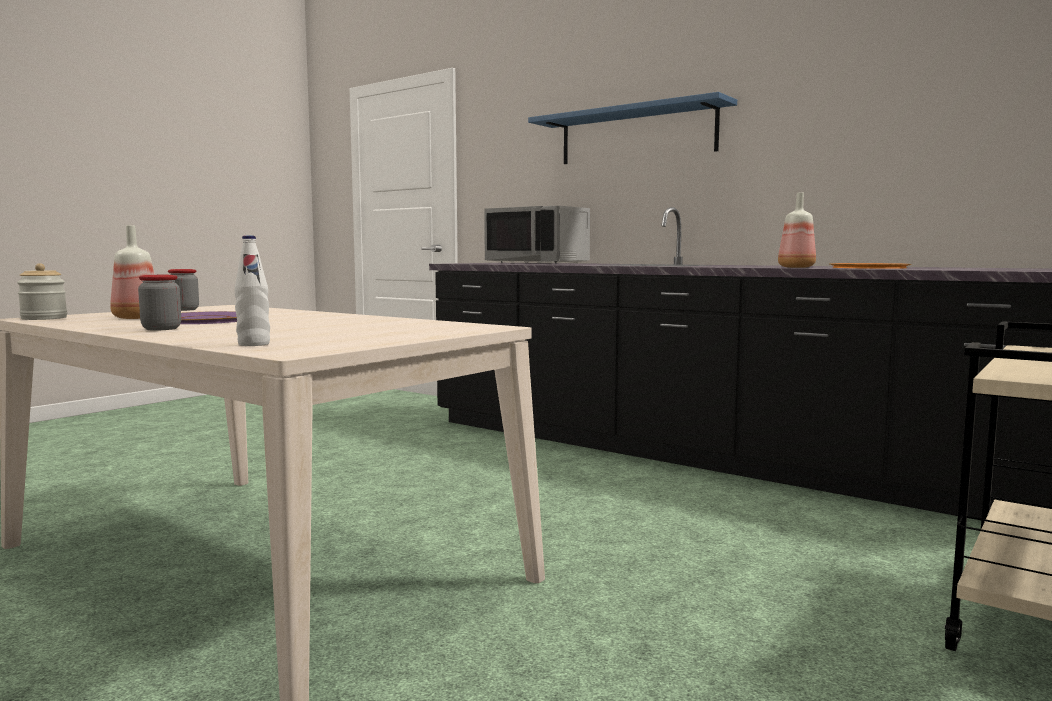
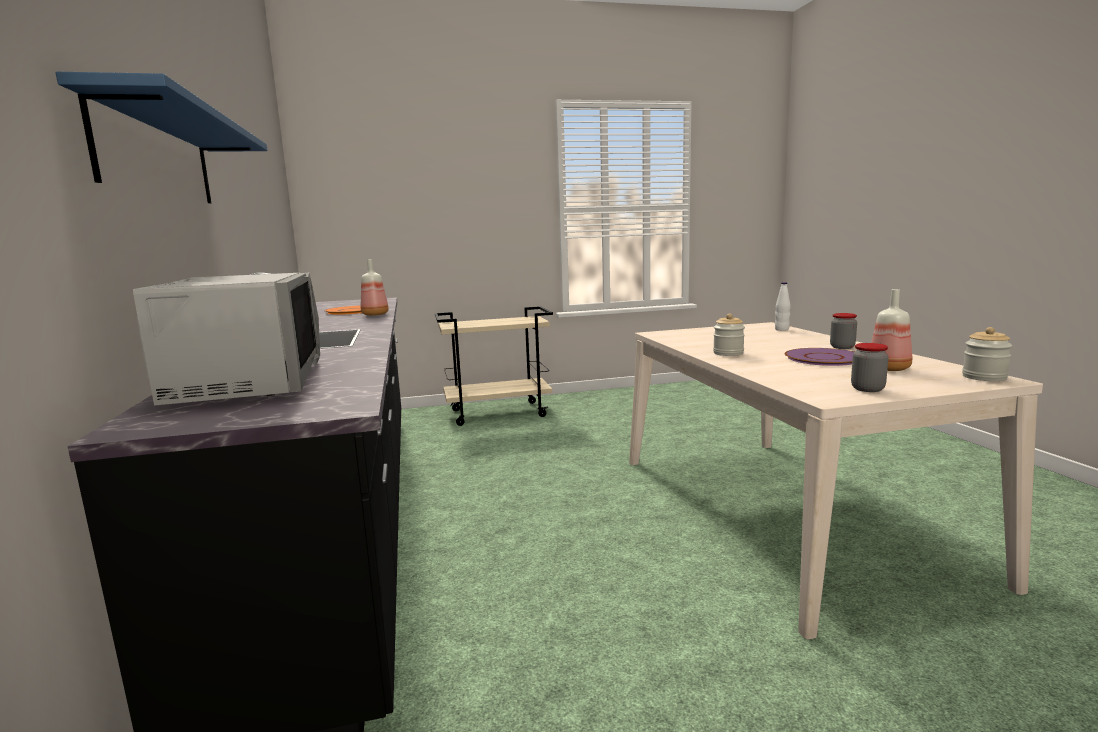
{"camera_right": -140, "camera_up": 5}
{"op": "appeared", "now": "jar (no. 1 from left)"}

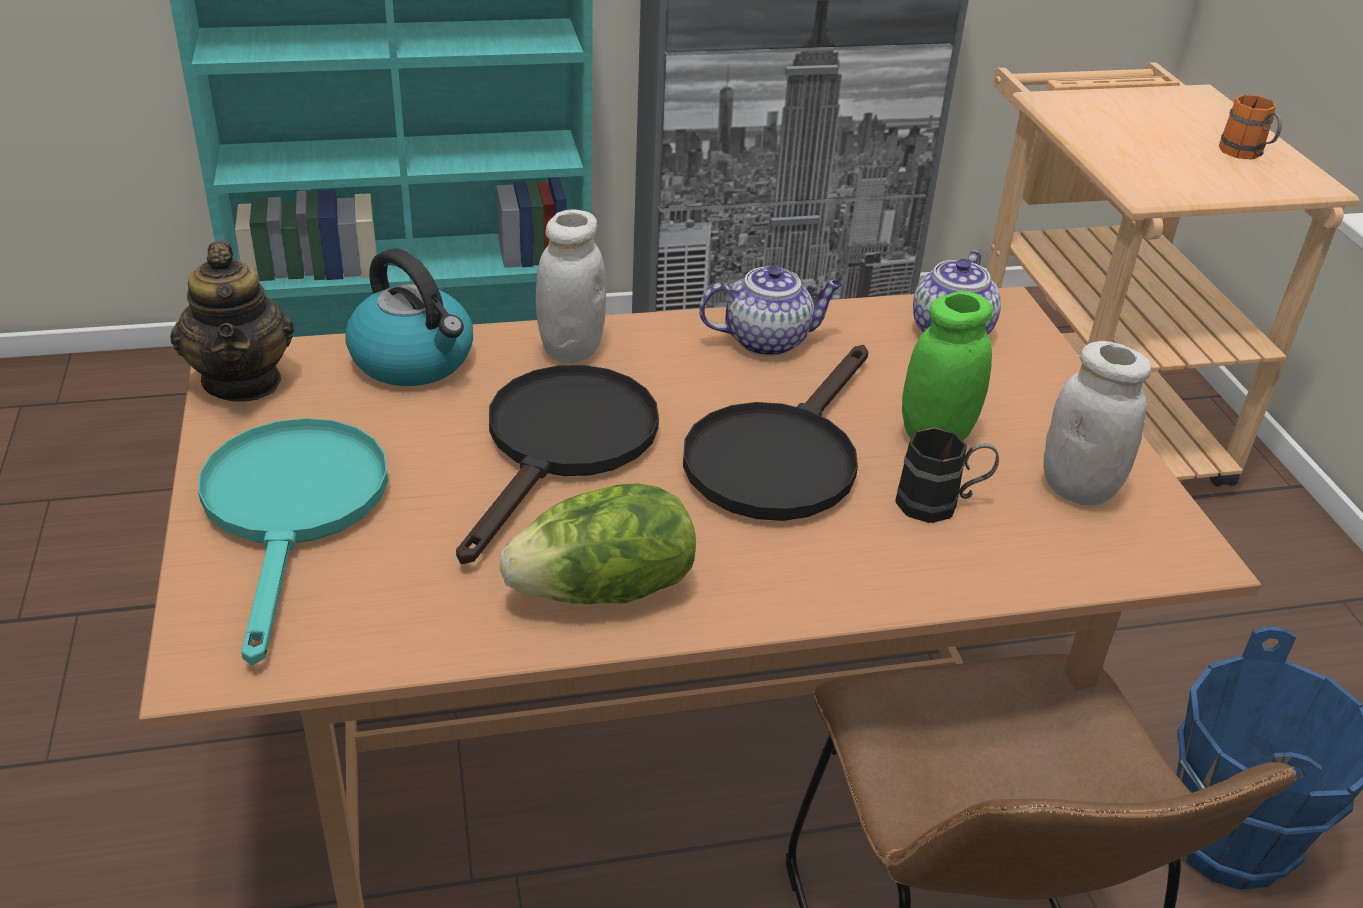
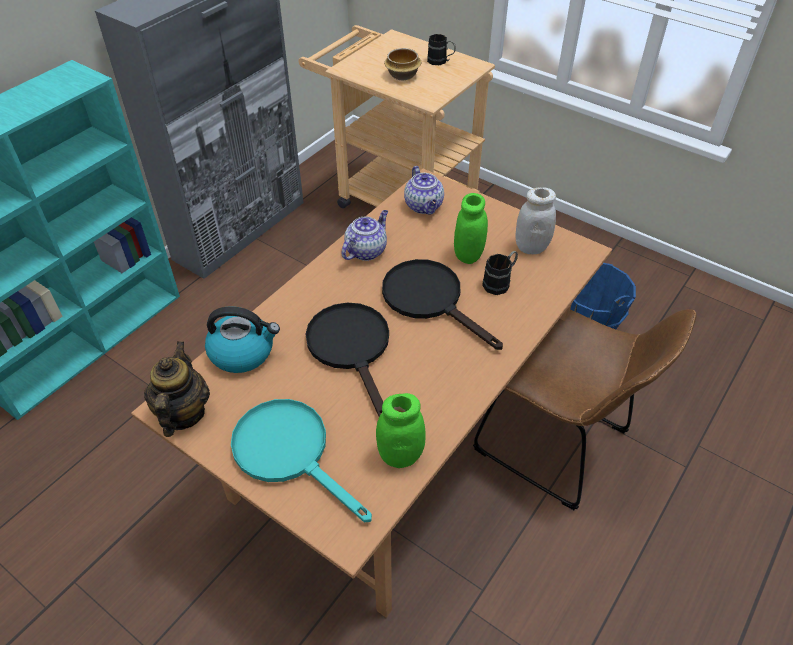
{"camera_right": -40, "camera_up": 10}
{"op": "missing", "was": "lettuce"}
{"op": "missing", "was": "jar/white-coloured (no. 1 from left)"}
{"op": "appeared", "now": "jar/greenish (no. 1 from left)"}
{"op": "appeared", "now": "bowl"}
{"op": "colour", "was": "tea mug/orangey", "now": "tea mug/black-coloured (no. 1 from left)"}
{"op": "spun", "was": "pot for tea (no. 1 from left)", "clockwise": -120}
{"op": "spun", "was": "pan/black-coloured (no. 2 from left)", "clockwise": 150}

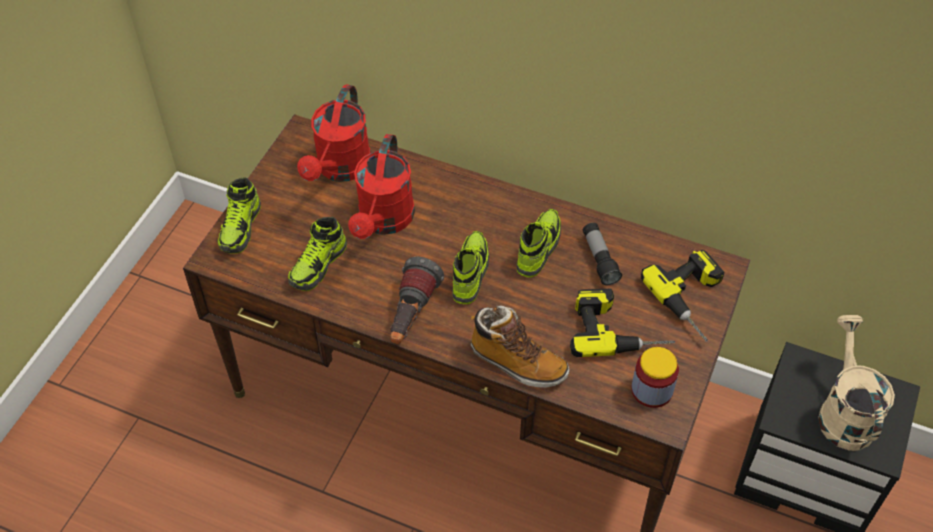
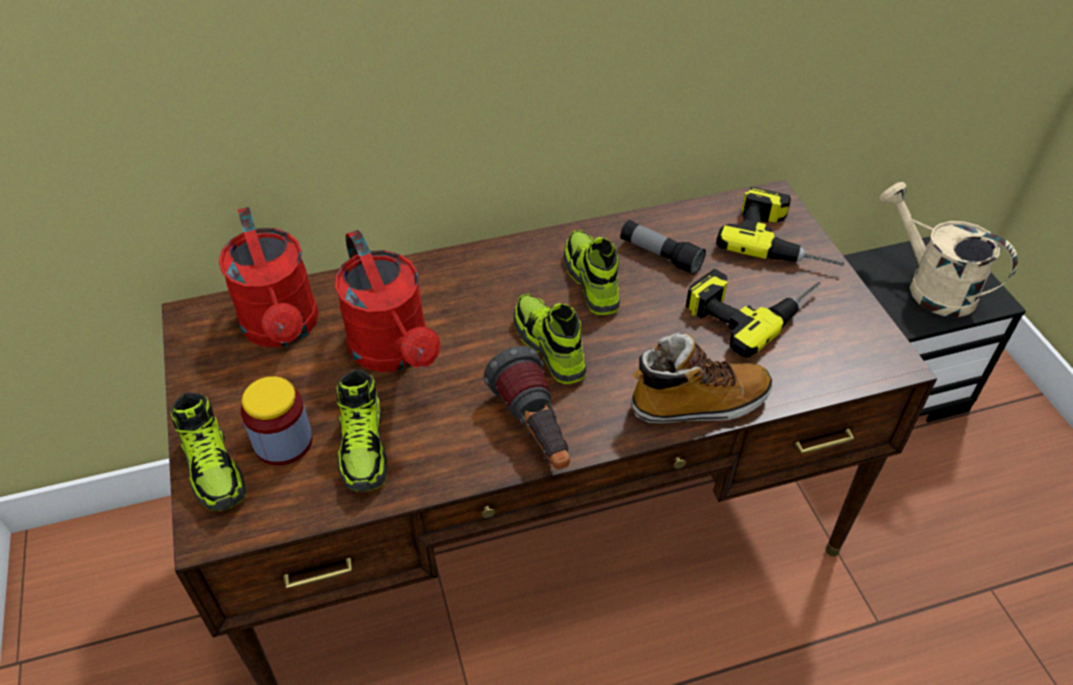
{"camera_right": -40, "camera_up": -5}
{"op": "relocated", "was": "jar"}

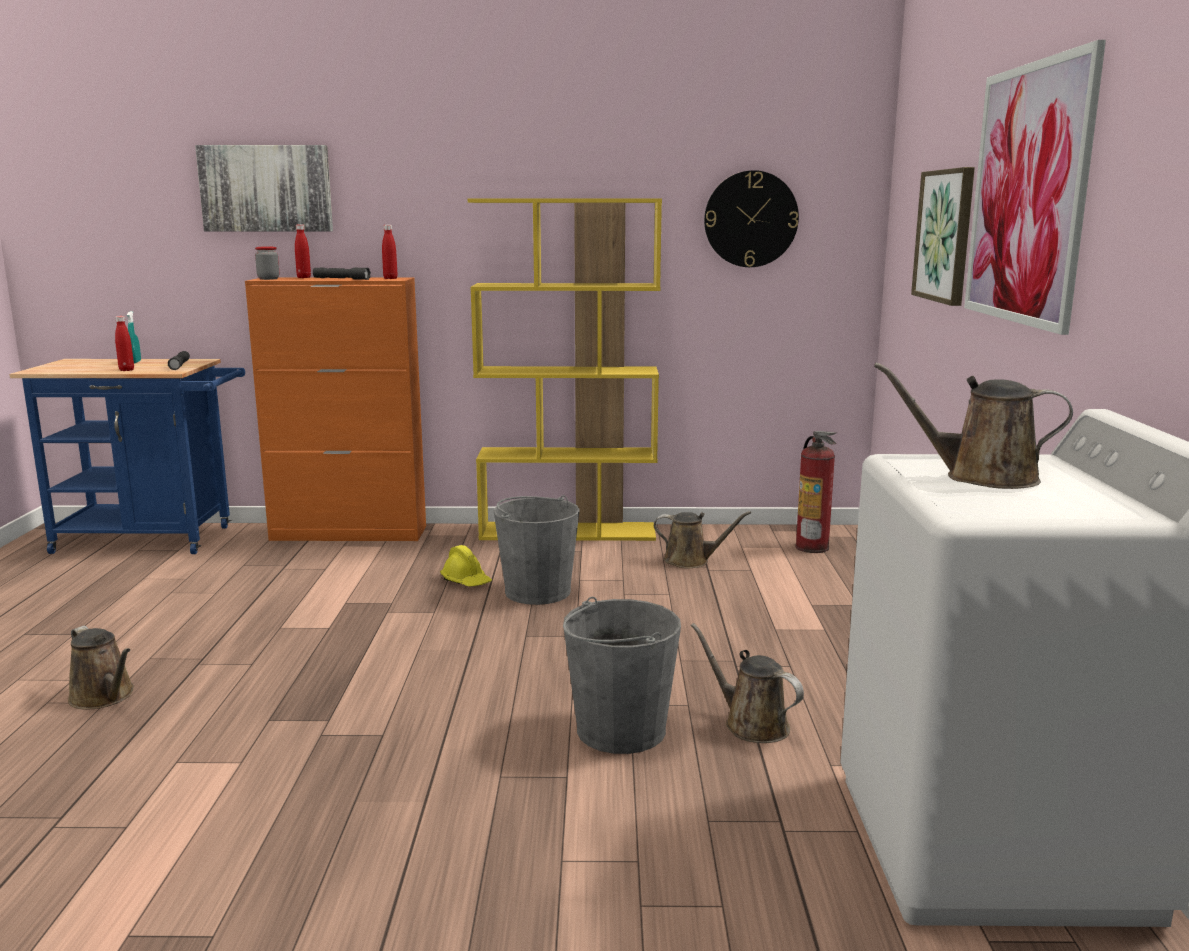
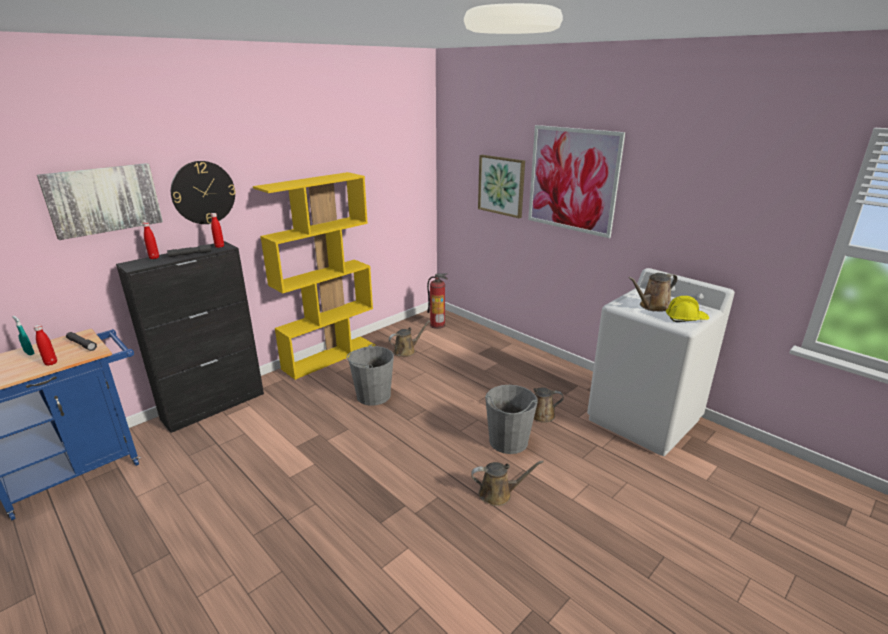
{"camera_right": -45, "camera_up": 10}
{"op": "missing", "was": "jar"}
{"op": "relocated", "was": "watering can/brownish (no. 1 from left in the first image)", "now": "watering can/brownish (no. 2 from left)"}
{"op": "relocated", "was": "work helmet/yellow-coloured"}
{"op": "relocated", "was": "wall clock"}
{"op": "colour", "was": "cupboard/orangey", "now": "cupboard/black-coloured"}

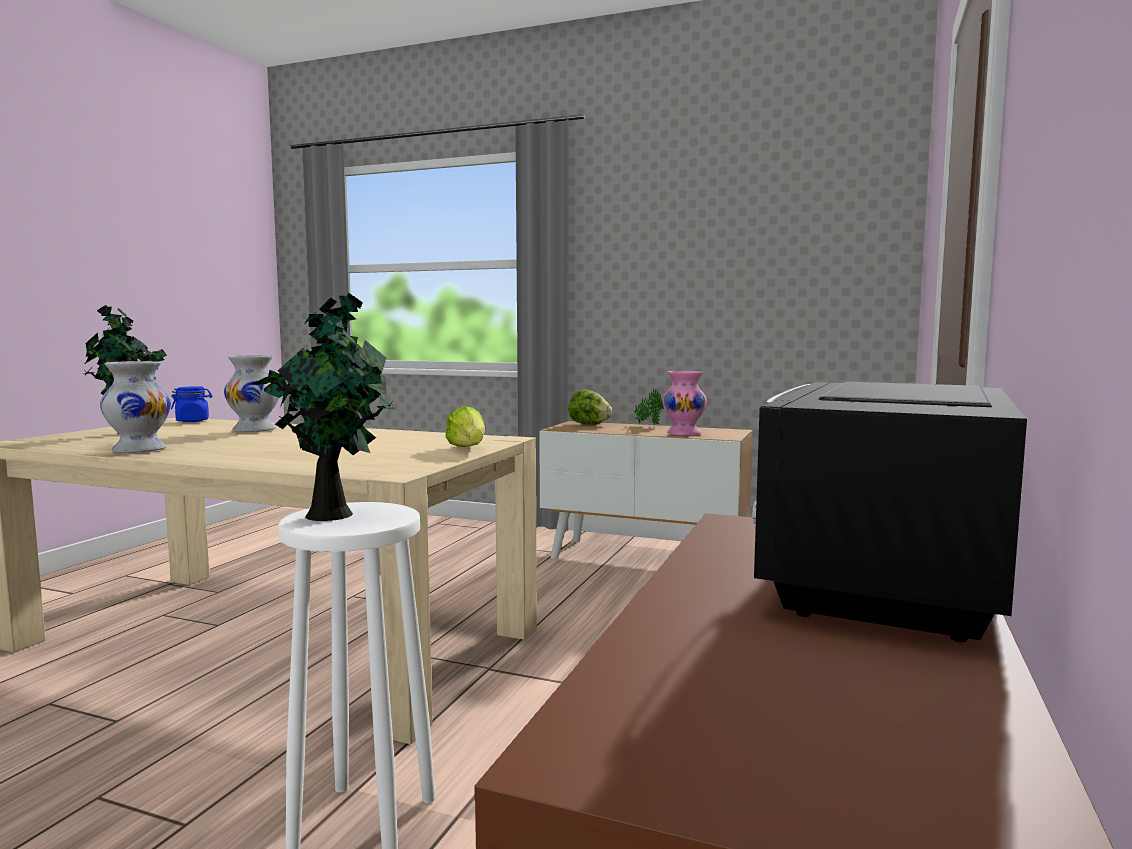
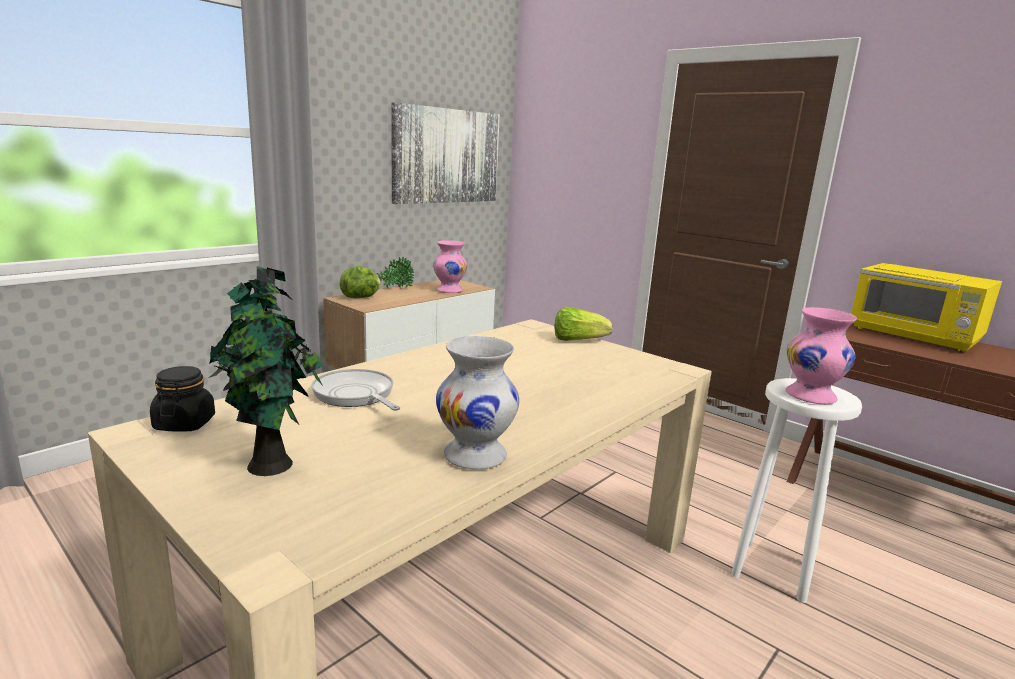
{"camera_right": -70, "camera_up": 10}
{"op": "appeared", "now": "wall art"}
{"op": "exchanged", "was": "flower vase/white-coloured (no. 2 from left)", "now": "pan"}
{"op": "exchanged", "was": "potted plant (no. 2 from left)", "now": "flower vase/pink-coloured (no. 2 from left)"}
{"op": "colour", "was": "jar/blue-coloured", "now": "jar/black-coloured"}
{"op": "colour", "was": "microwave oven/black-coloured", "now": "microwave oven/yellow-coloured"}

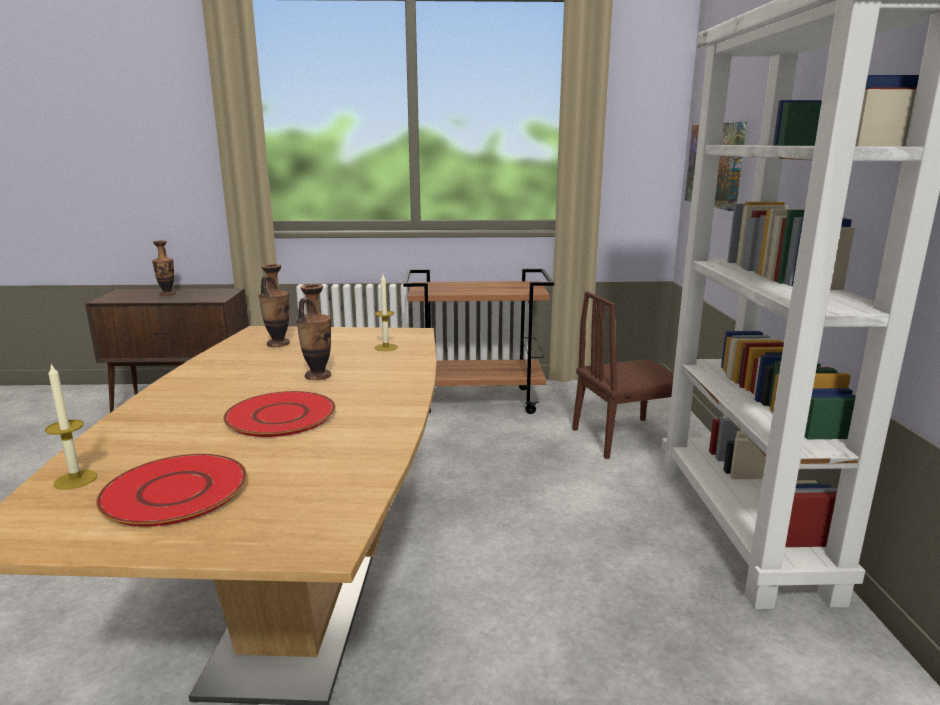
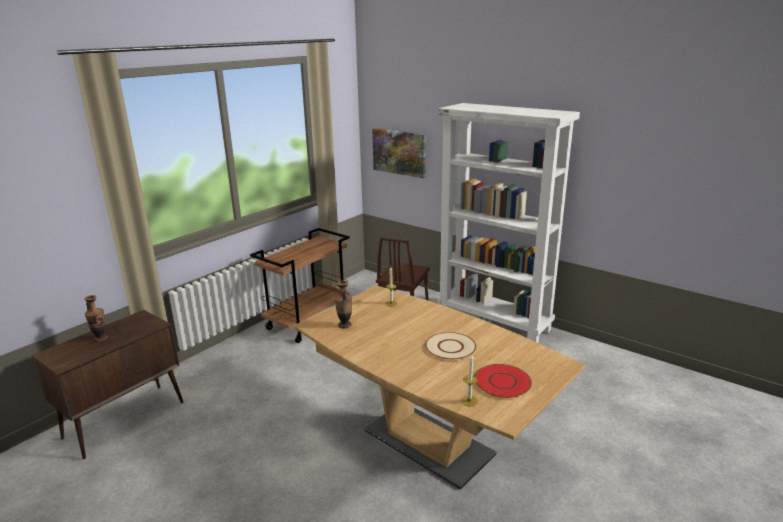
{"camera_right": -50, "camera_up": 5}
{"op": "missing", "was": "flower vase (no. 3 from left)"}
{"op": "colour", "was": "plate/reddish (no. 2 from left)", "now": "plate/beige"}

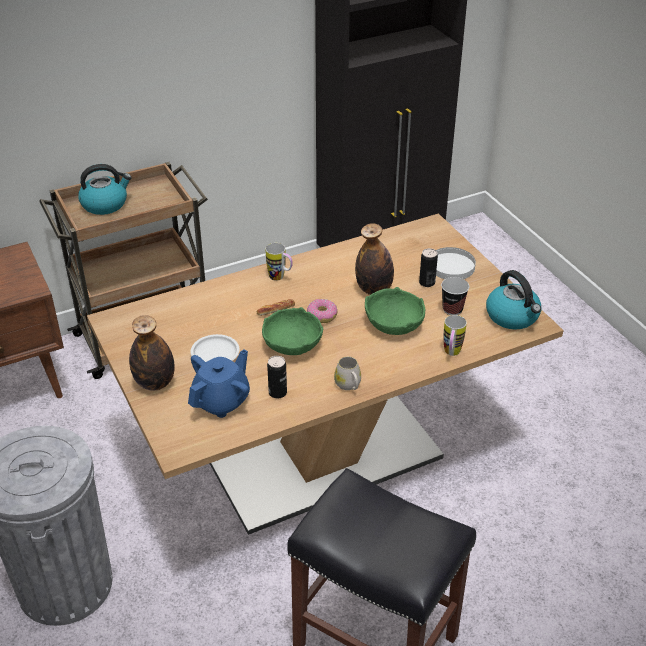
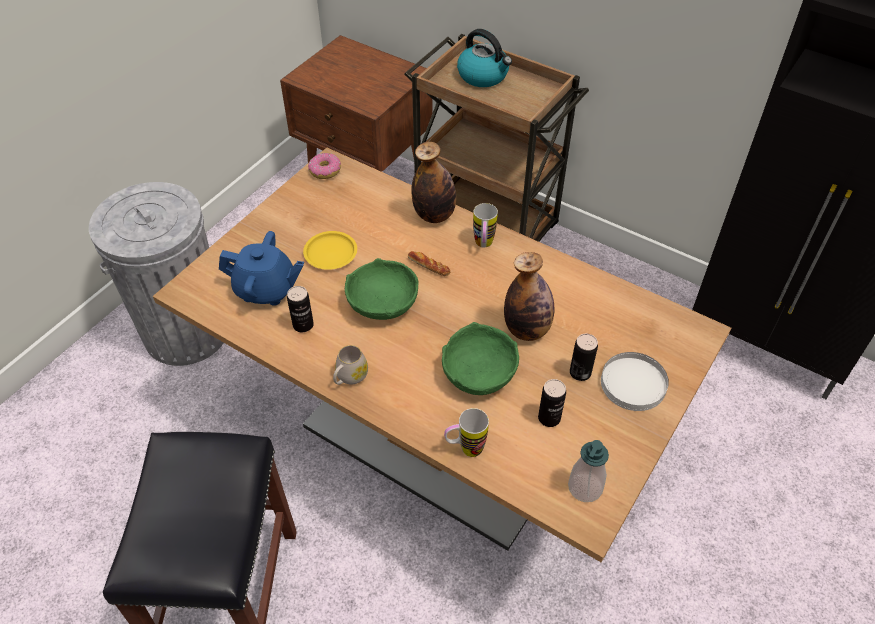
{"camera_right": 60, "camera_up": 10}
{"op": "relocated", "was": "bottle (no. 1 from left)"}
{"op": "relocated", "was": "donut"}
{"op": "exchanged", "was": "cup", "now": "metal can (no. 2 from left)"}
{"op": "exchanged", "was": "water kettle (no. 2 from left)", "now": "liquid soap bottle"}
{"op": "colour", "was": "plate/white-coloured (no. 1 from left)", "now": "plate/yellow-coloured"}

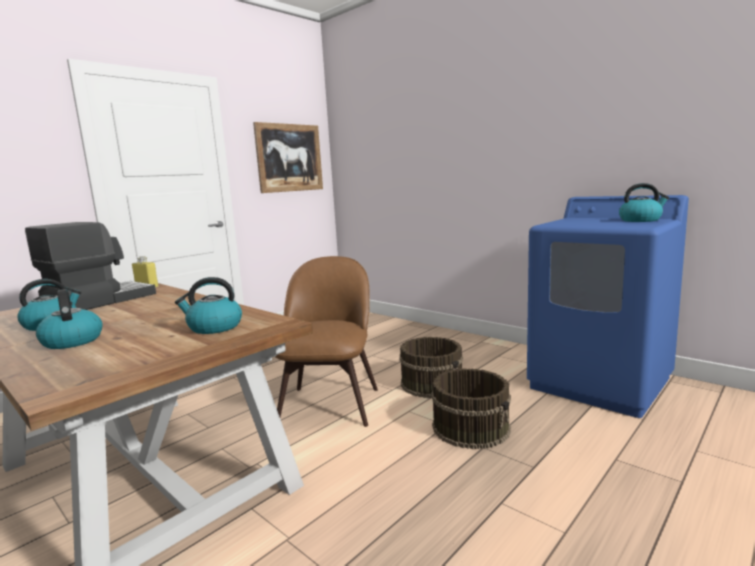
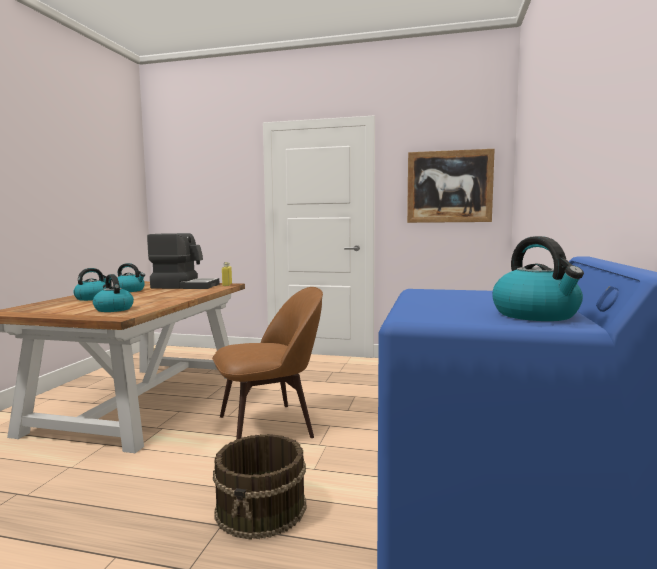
{"camera_right": 60, "camera_up": -5}
{"op": "missing", "was": "bucket/brownish (no. 1 from left)"}

